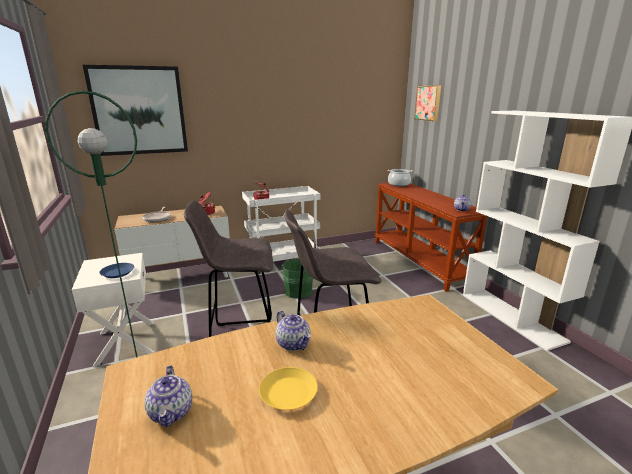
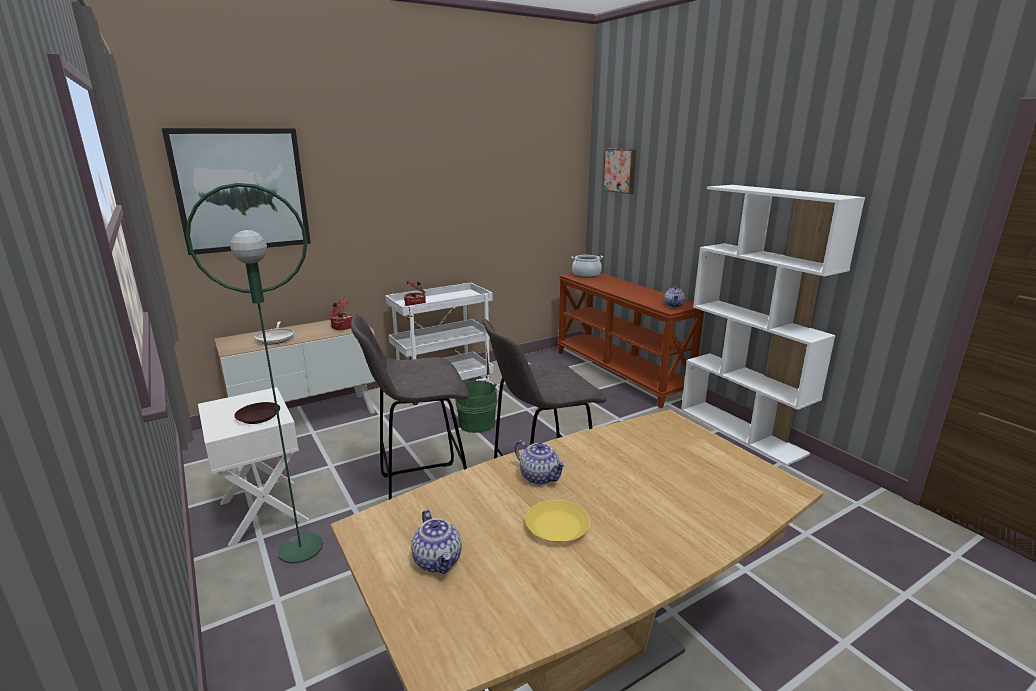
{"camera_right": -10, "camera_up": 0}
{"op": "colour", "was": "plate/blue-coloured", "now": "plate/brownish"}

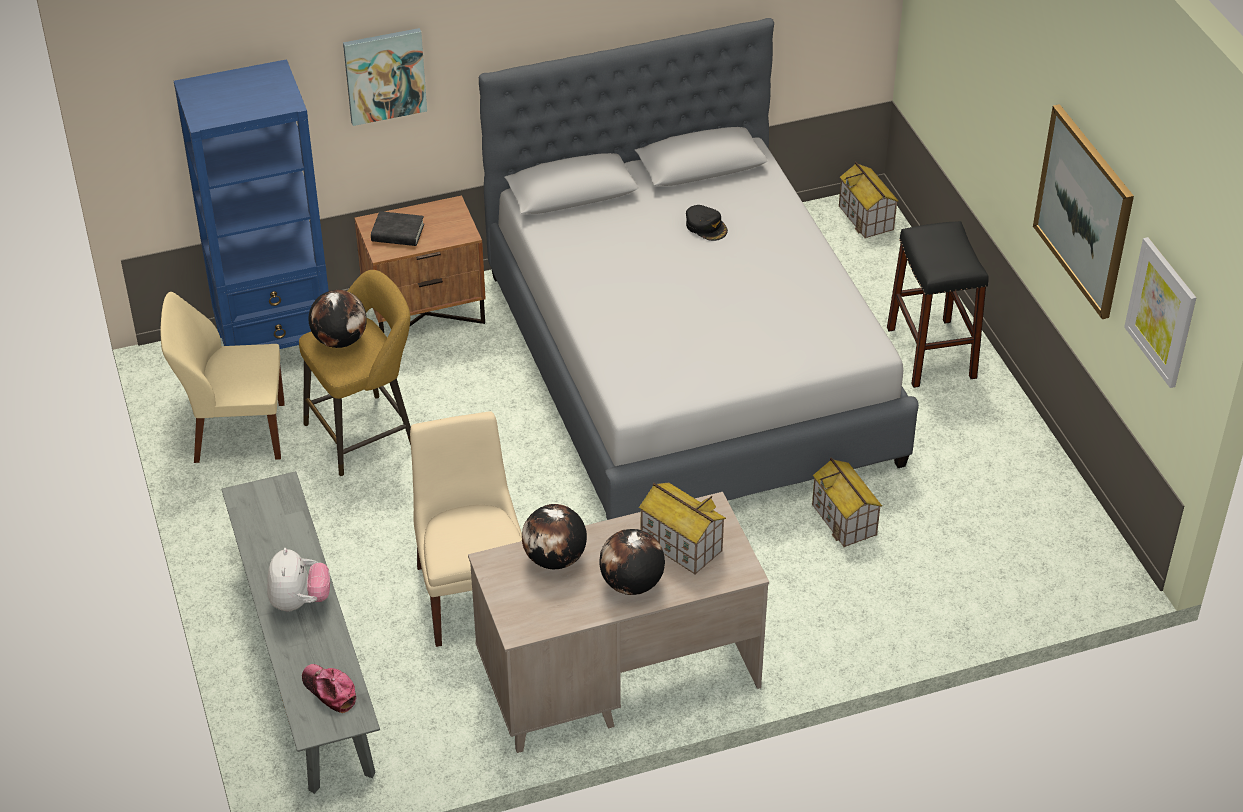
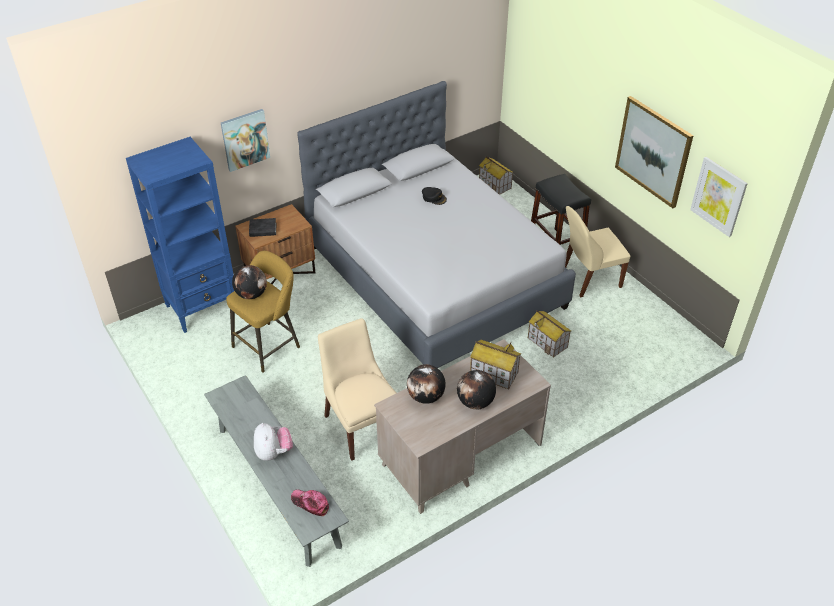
{"camera_right": -15, "camera_up": 0}
{"op": "relocated", "was": "upright chair/beige (no. 1 from left in the first image)", "now": "upright chair/beige (no. 2 from left)"}

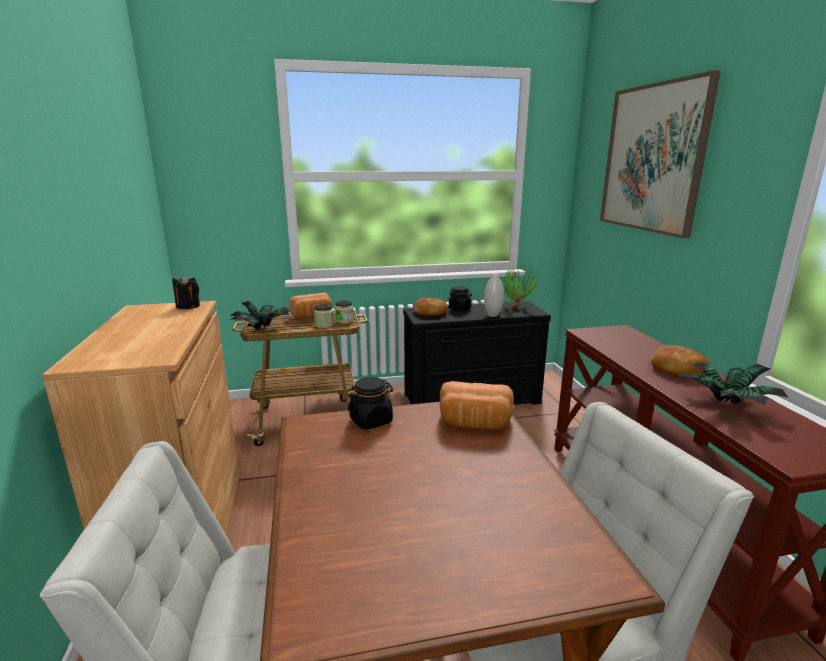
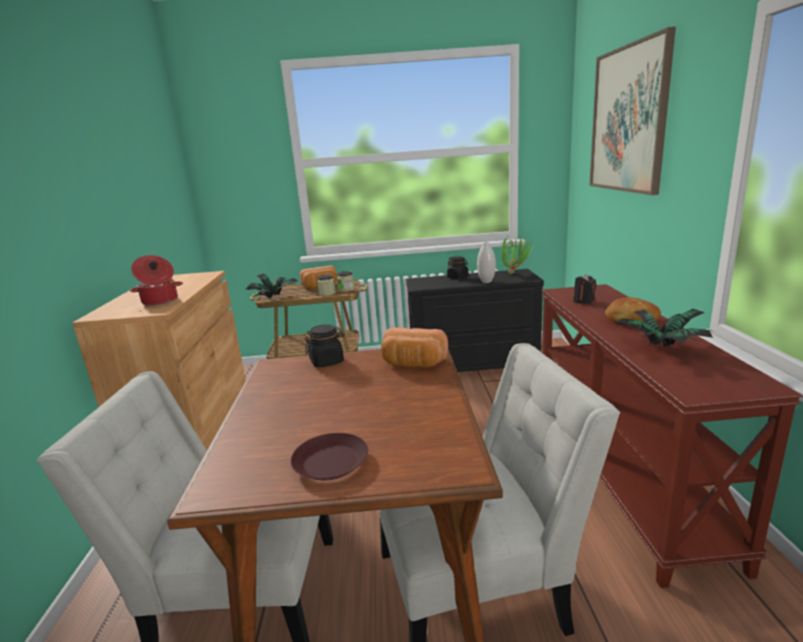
{"camera_right": 10, "camera_up": 0}
{"op": "missing", "was": "bread (no. 2 from left)"}
{"op": "appeared", "now": "stockpot"}
{"op": "appeared", "now": "plate/brownish"}
{"op": "relocated", "was": "wax light/black-coloured"}

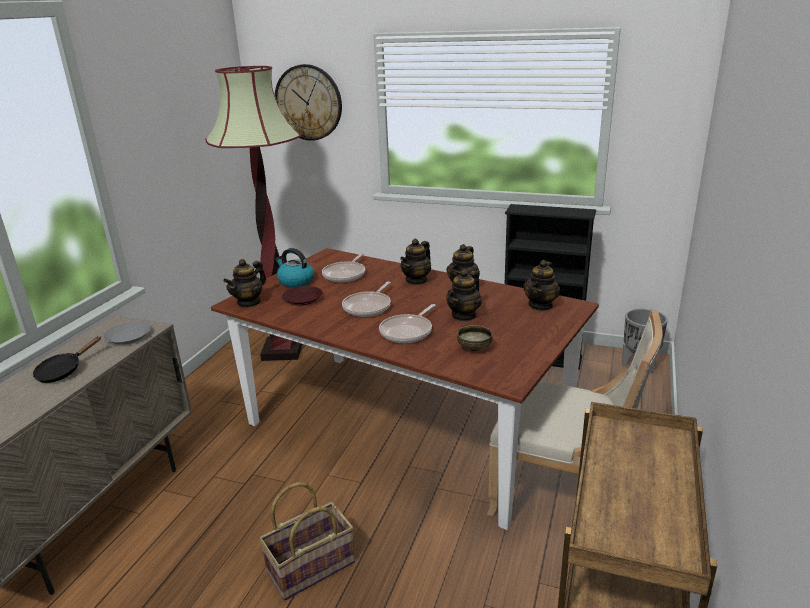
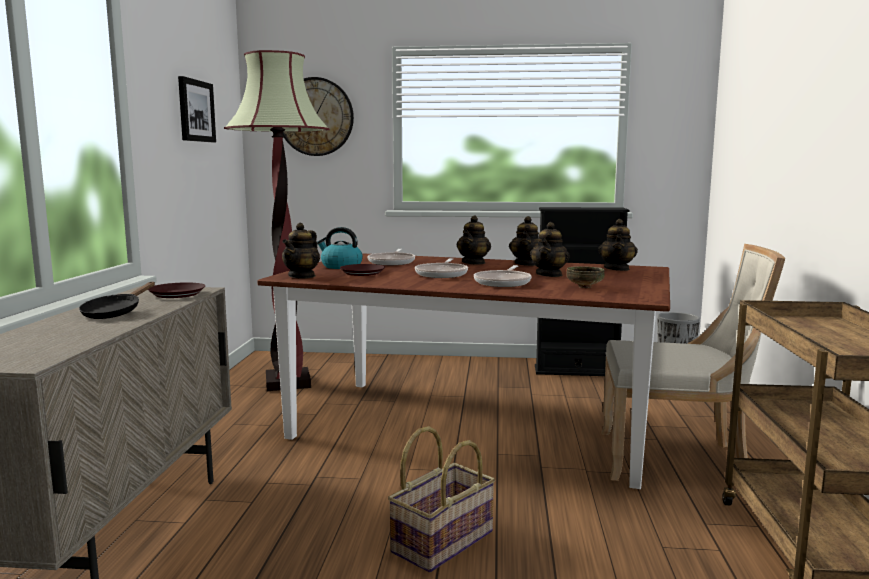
{"camera_right": -15, "camera_up": -15}
{"op": "appeared", "now": "wall art"}
{"op": "colour", "was": "plate/greyish", "now": "plate/brownish (no. 1 from left)"}

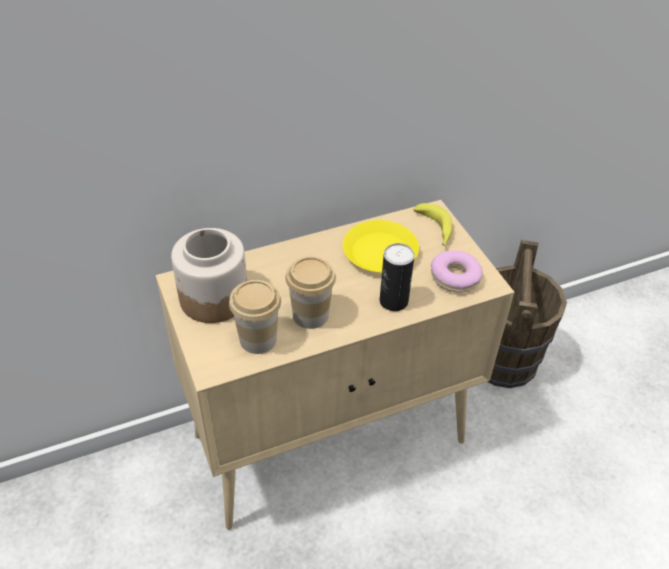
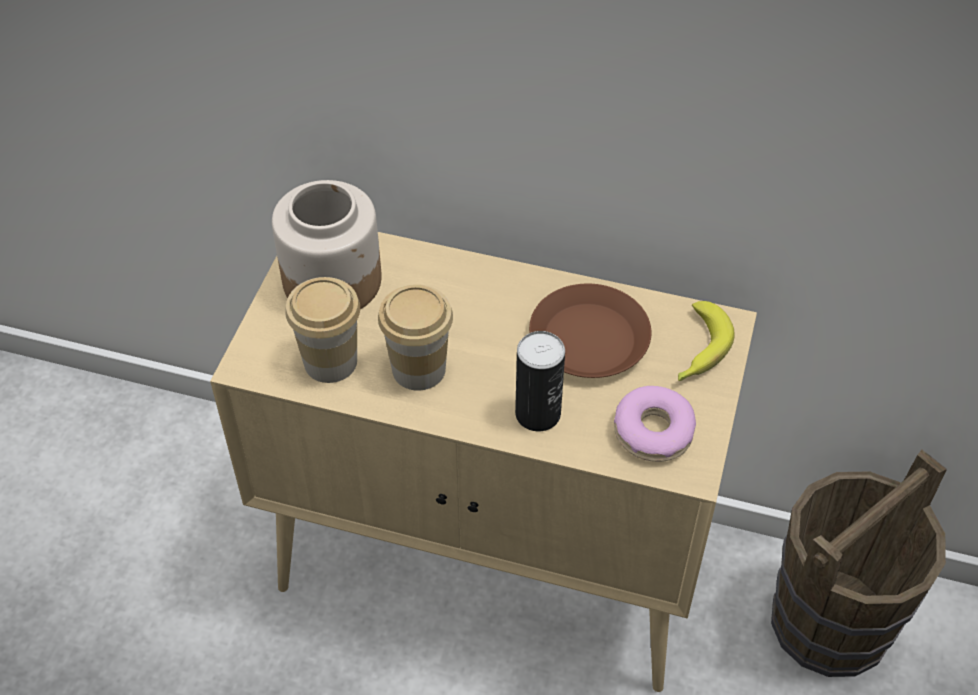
{"camera_right": 40, "camera_up": 5}
{"op": "colour", "was": "plate/yellow-coloured", "now": "plate/brownish"}

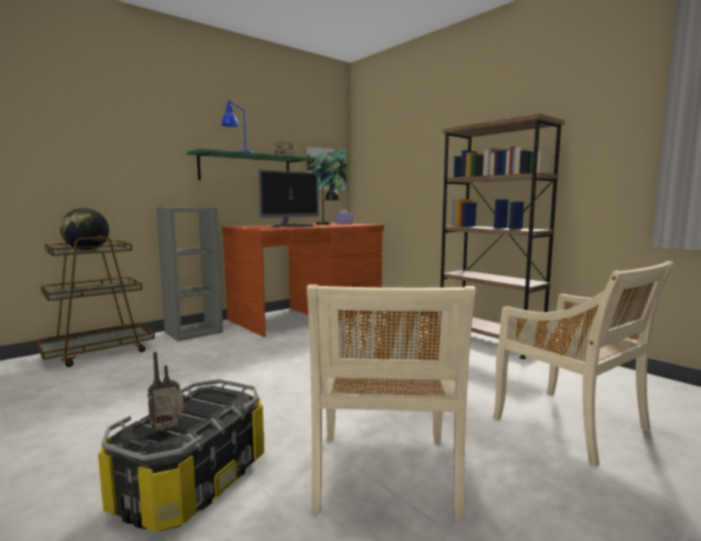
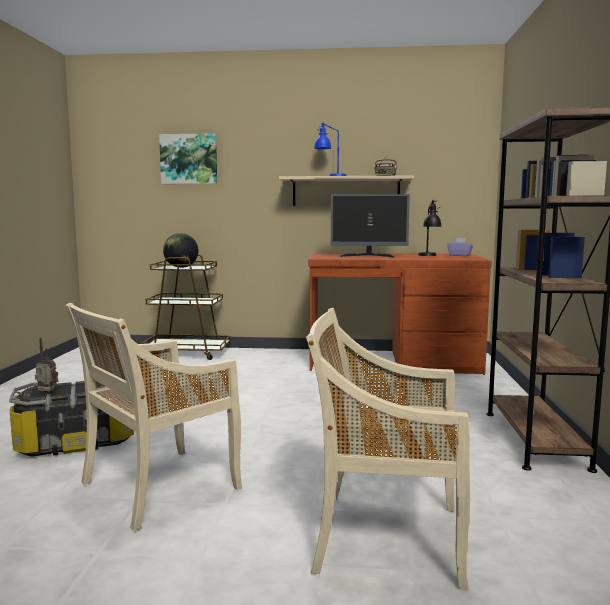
{"camera_right": 45, "camera_up": 0}
{"op": "missing", "was": "bookshelf/greyish"}
{"op": "relocated", "was": "wall art"}
{"op": "colour", "was": "shelf/greenish", "now": "shelf/beige"}
{"op": "spun", "was": "upright chair/beige (no. 2 from left)", "clockwise": 90}

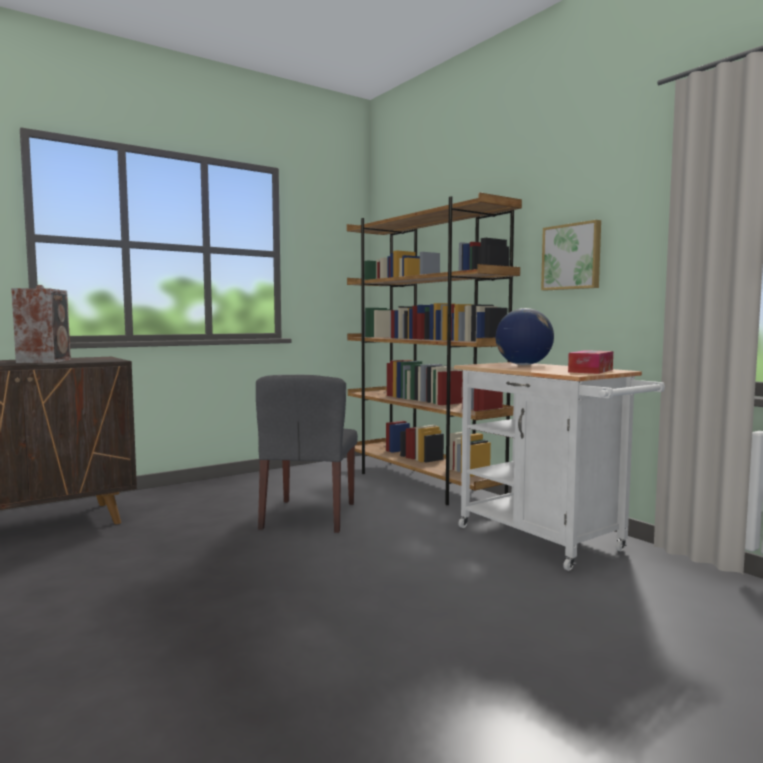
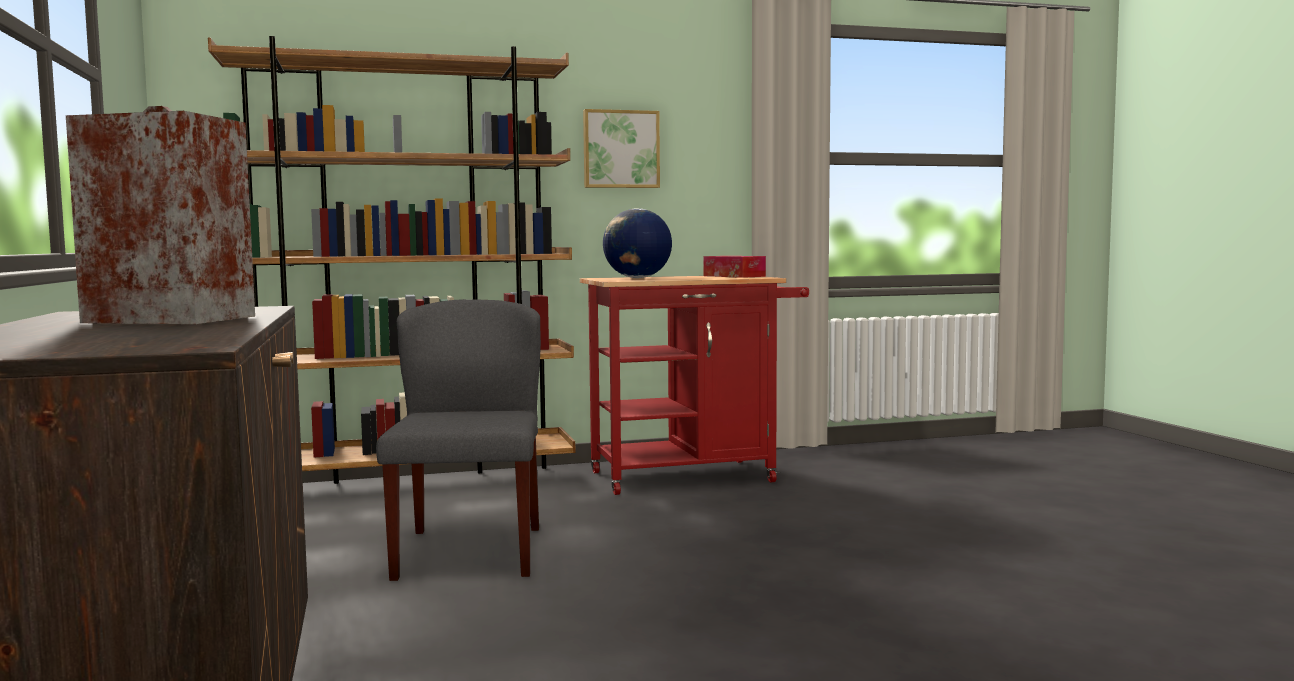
{"camera_right": -70, "camera_up": 0}
{"op": "colour", "was": "cart/white-coloured", "now": "cart/reddish"}
{"op": "spun", "was": "upright chair/greyish", "clockwise": -120}

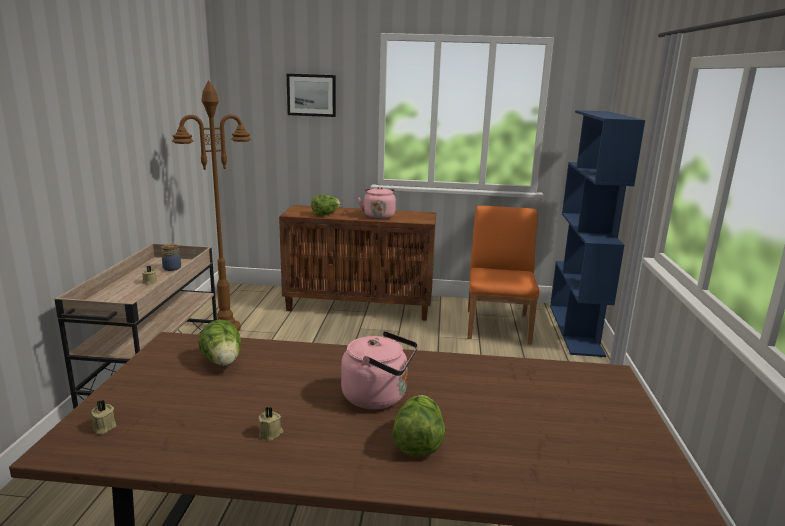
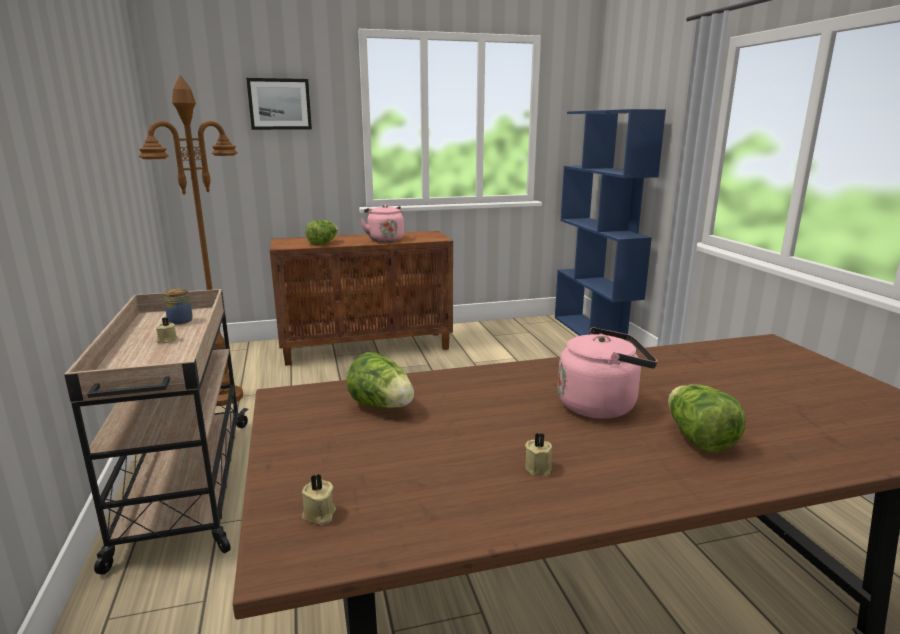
{"camera_right": -20, "camera_up": 0}
{"op": "missing", "was": "upright chair/orangey"}

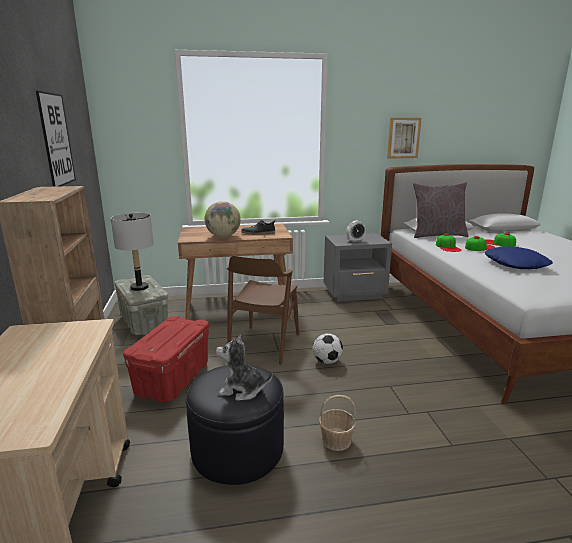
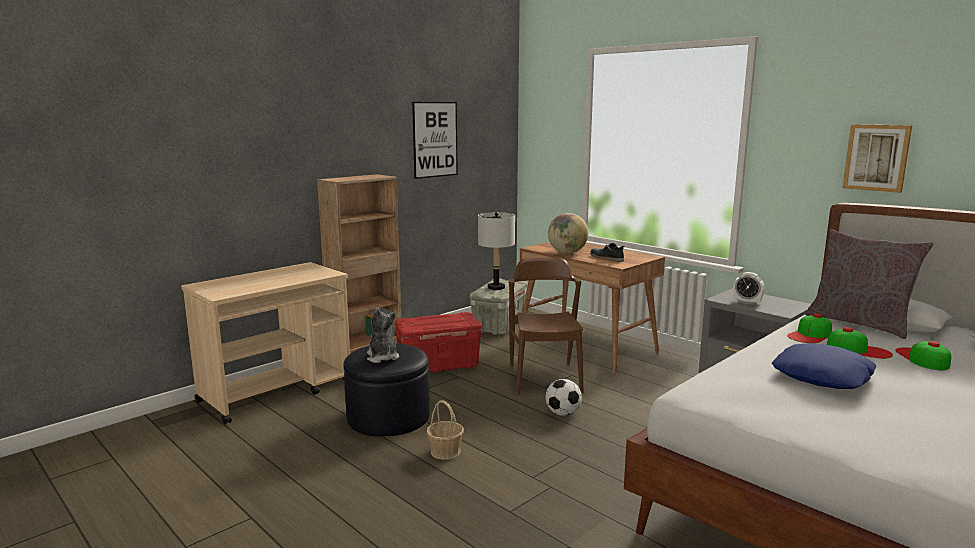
{"camera_right": 55, "camera_up": -5}
{"op": "spun", "was": "upright chair/brownish", "clockwise": 105}

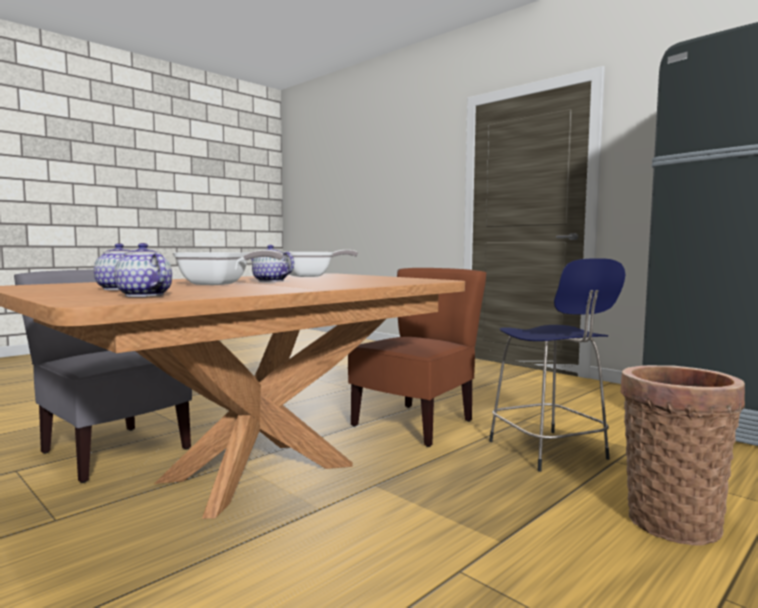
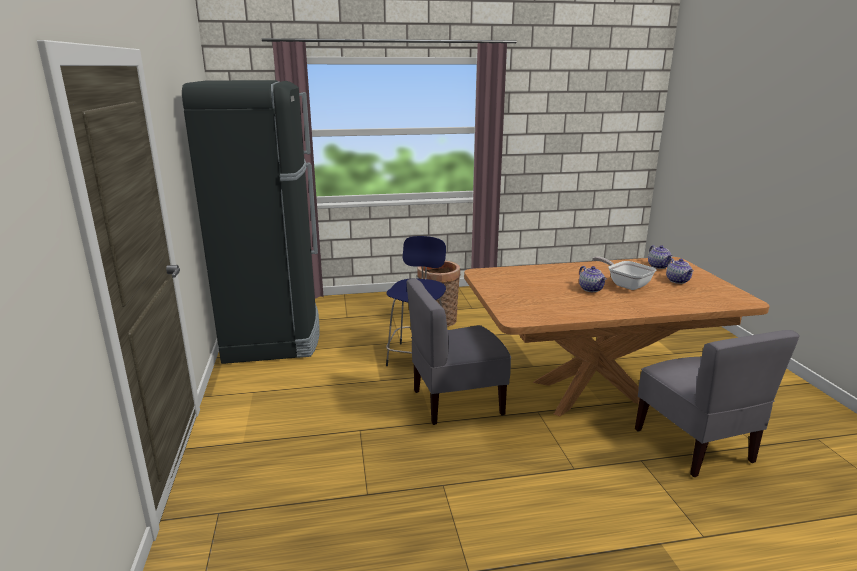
{"camera_right": -145, "camera_up": 15}
{"op": "missing", "was": "pan (no. 2 from left)"}
{"op": "colour", "was": "upright chair/brownish", "now": "upright chair/greyish (no. 1 from left)"}

